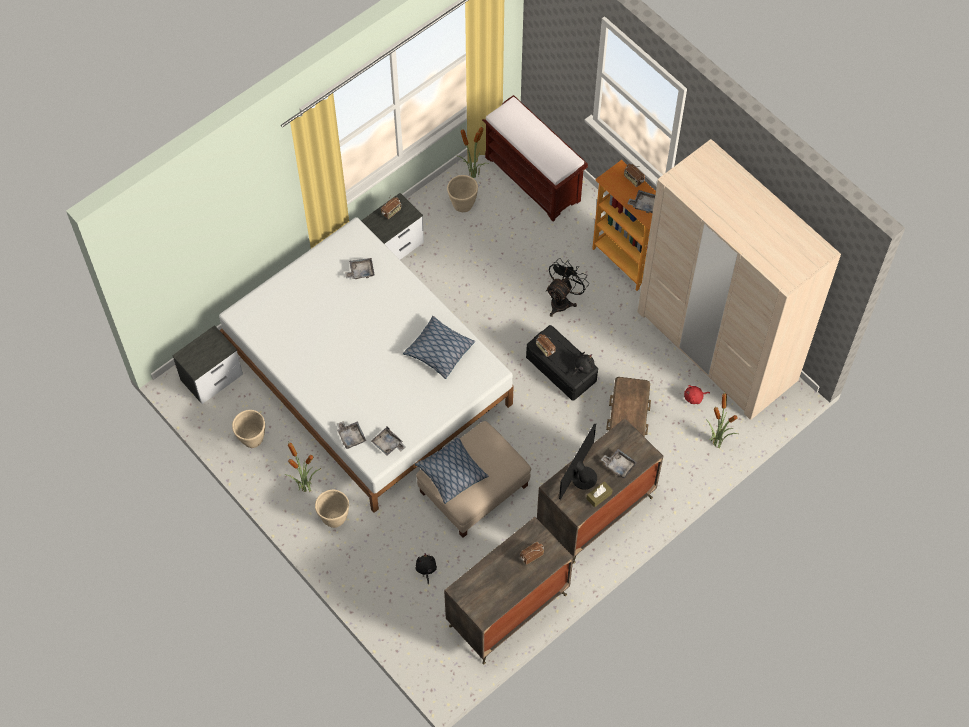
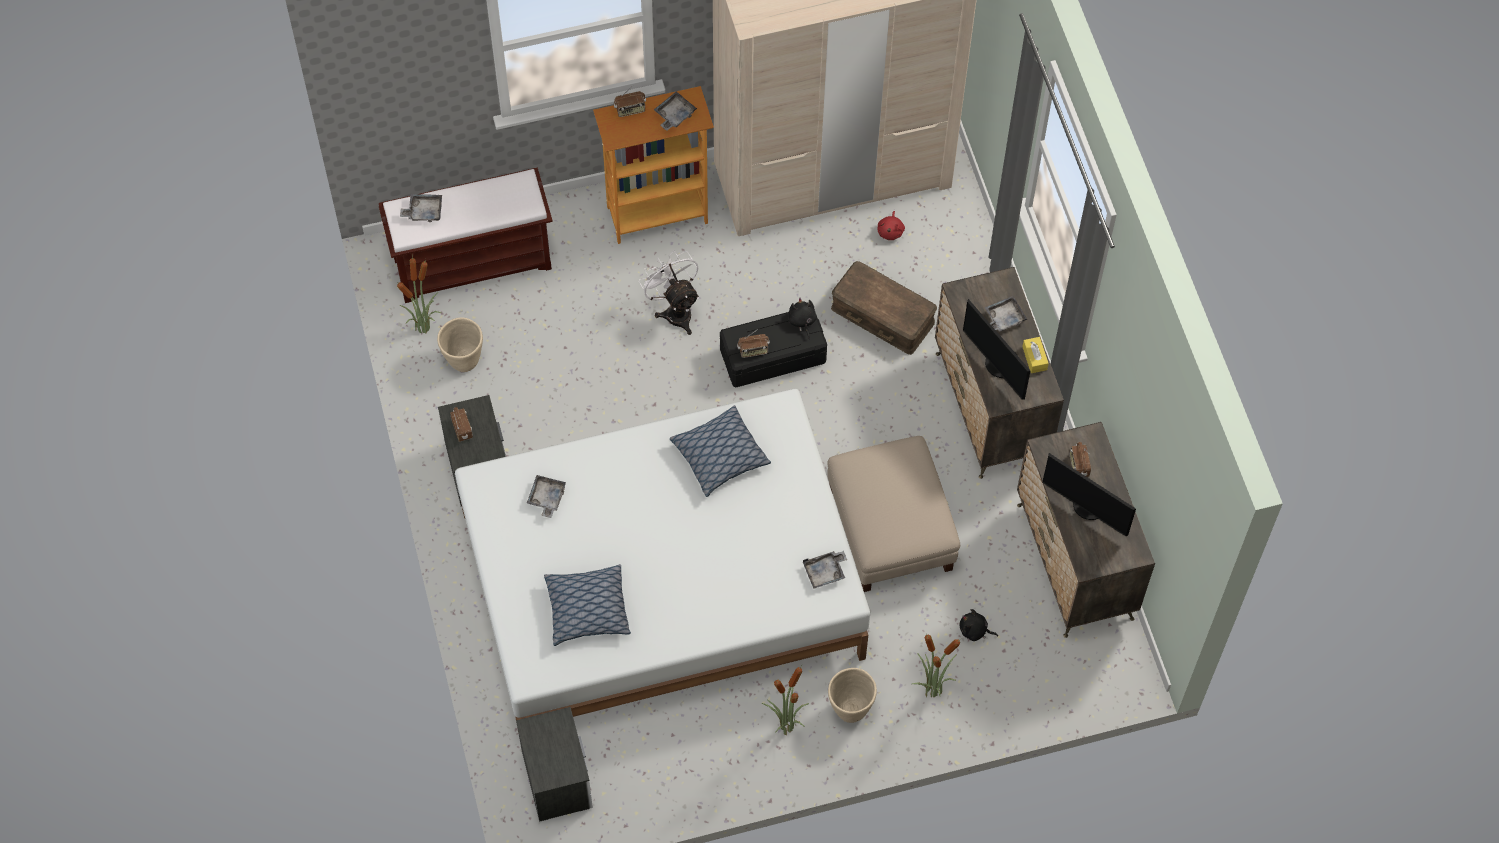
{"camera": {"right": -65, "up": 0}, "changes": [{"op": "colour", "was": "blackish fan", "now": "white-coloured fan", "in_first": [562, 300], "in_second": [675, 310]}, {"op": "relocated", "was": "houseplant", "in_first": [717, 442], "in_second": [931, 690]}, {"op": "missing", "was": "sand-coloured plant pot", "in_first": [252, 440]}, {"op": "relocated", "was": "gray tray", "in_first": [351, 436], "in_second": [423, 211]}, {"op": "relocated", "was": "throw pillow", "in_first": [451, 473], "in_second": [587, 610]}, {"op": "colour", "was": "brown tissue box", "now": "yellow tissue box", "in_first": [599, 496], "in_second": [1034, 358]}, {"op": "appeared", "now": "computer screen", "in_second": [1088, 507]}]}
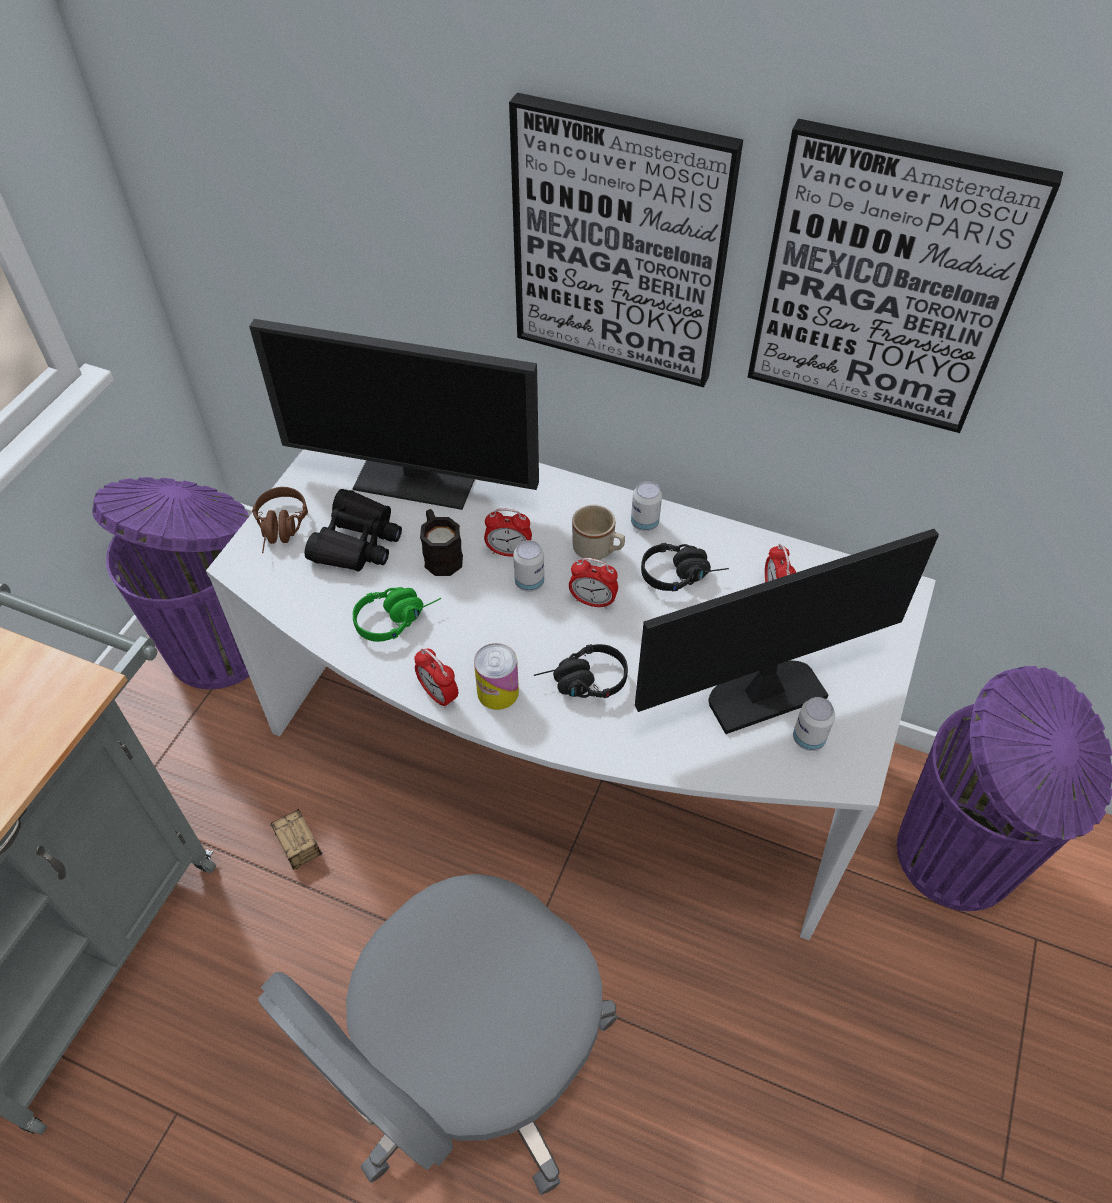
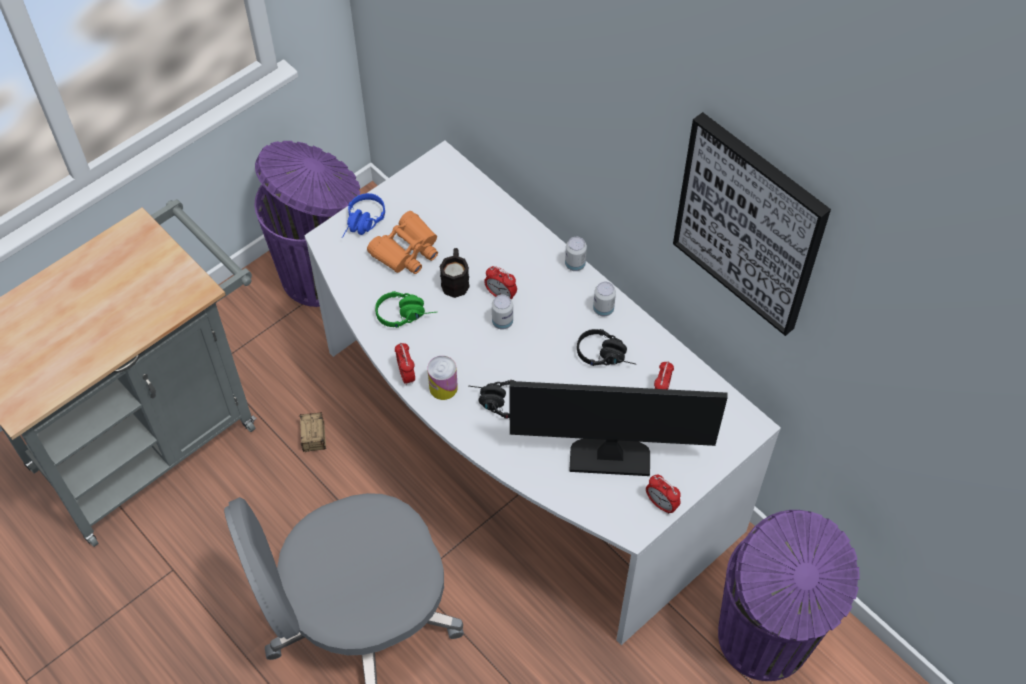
{"camera": {"right": 25, "up": 5}, "changes": [{"op": "missing", "was": "wall picture", "in_first": [620, 245]}, {"op": "missing", "was": "computer screen", "in_first": [419, 475]}, {"op": "colour", "was": "brown pair of headphones", "now": "blue pair of headphones", "in_first": [281, 530], "in_second": [363, 224]}, {"op": "colour", "was": "blackish field glasses", "now": "orange-coloured field glasses", "in_first": [357, 542], "in_second": [406, 251]}, {"op": "missing", "was": "sand-coloured tea mug", "in_first": [598, 550]}, {"op": "relocated", "was": "alarm clock", "in_first": [592, 601], "in_second": [661, 504]}, {"op": "relocated", "was": "metal can", "in_first": [808, 739], "in_second": [575, 264]}]}
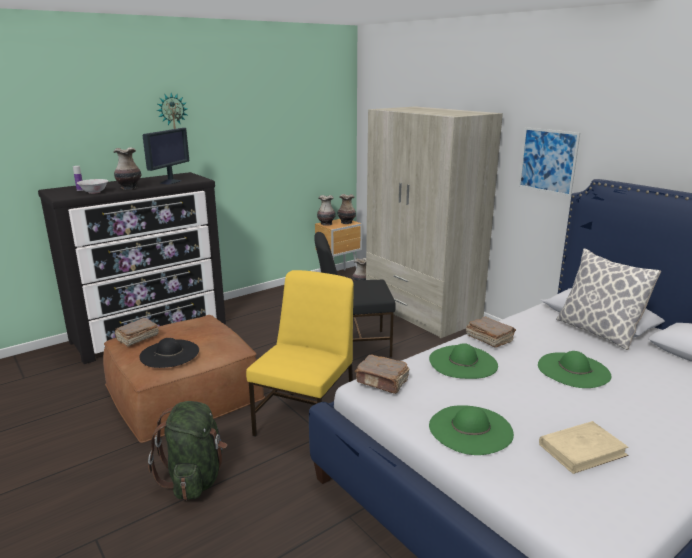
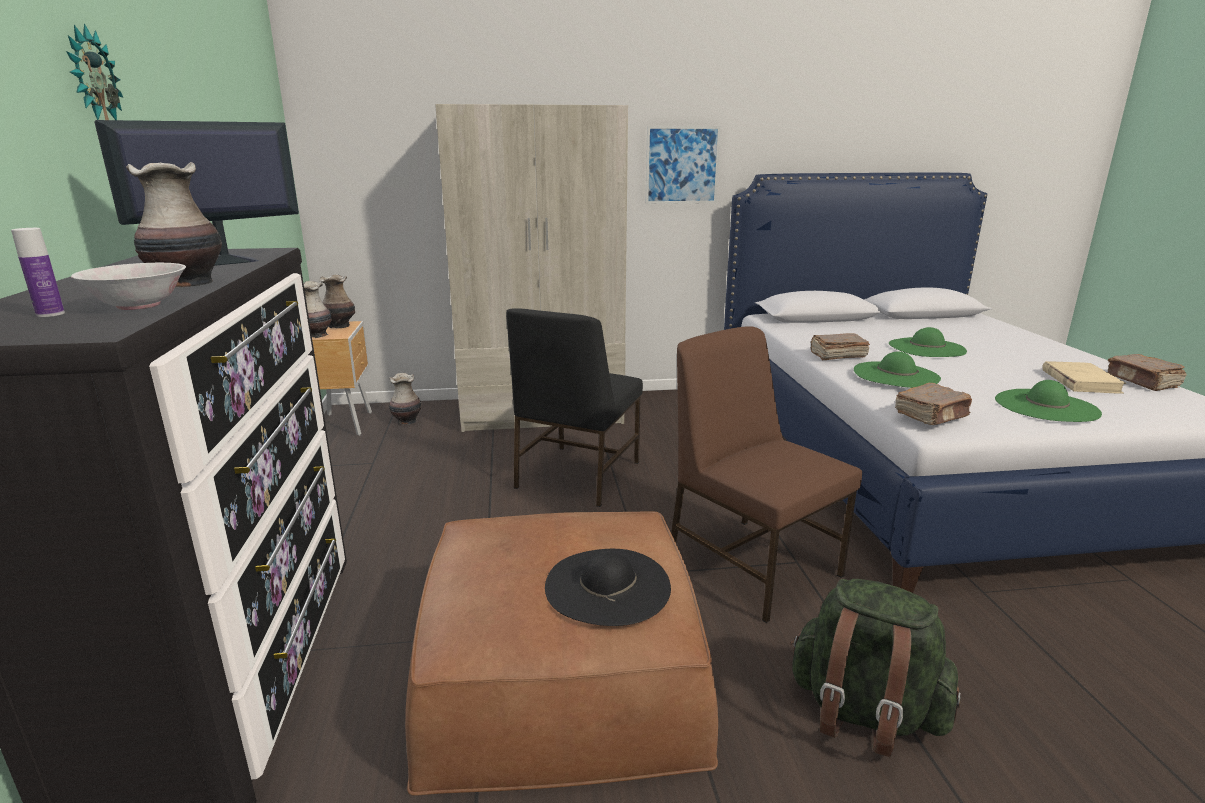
{"camera": {"right": -60, "up": 0}, "changes": [{"op": "spun", "was": "computer screen", "in_first": [171, 182], "in_second": [223, 262], "clockwise": -90}, {"op": "missing", "was": "throw pillow", "in_first": [597, 332]}, {"op": "colour", "was": "yellow plain chair", "now": "brown plain chair", "in_first": [307, 420], "in_second": [752, 564]}, {"op": "relocated", "was": "brown book", "in_first": [137, 338], "in_second": [1142, 382]}]}
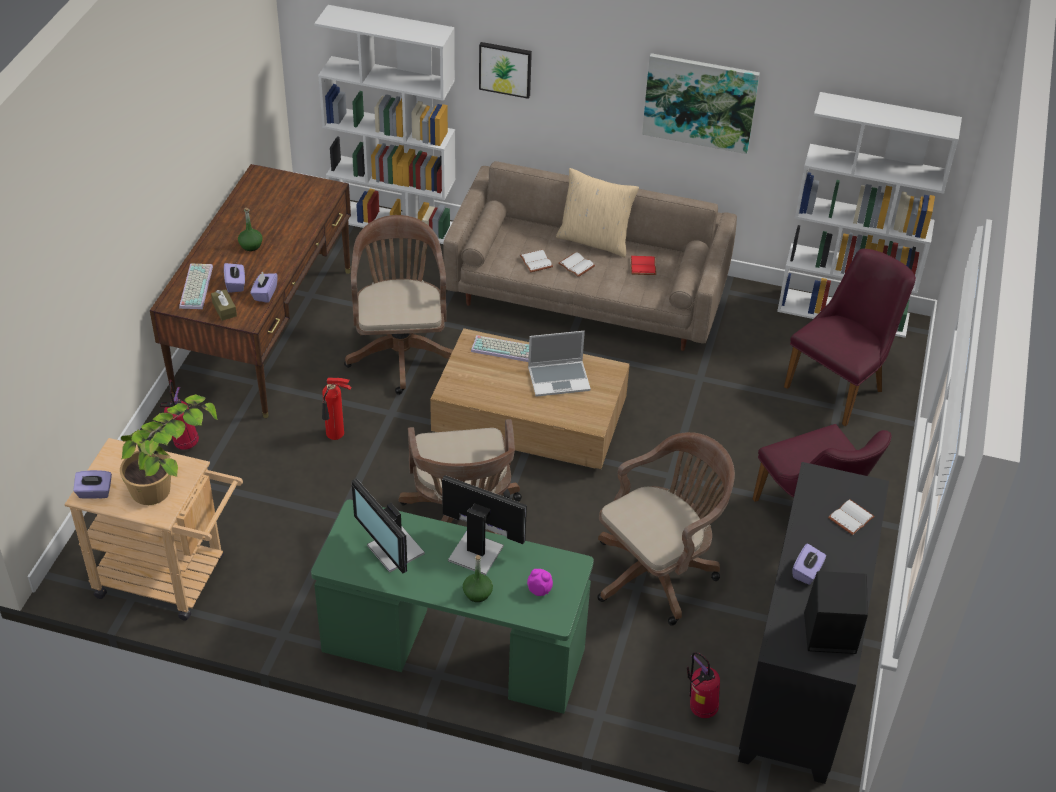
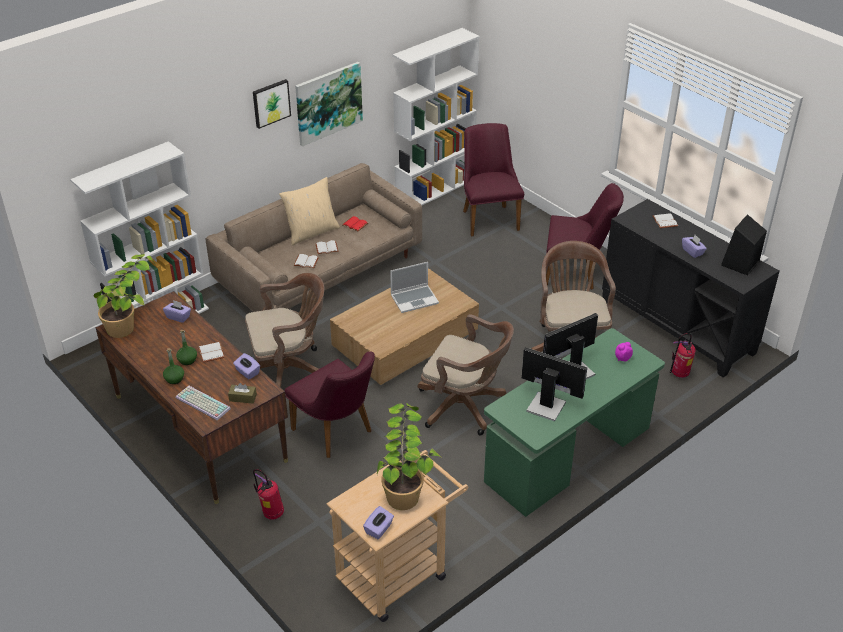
{"camera": {"right": -55, "up": -5}, "changes": [{"op": "relocated", "was": "wall picture", "in_first": [505, 69], "in_second": [271, 103]}, {"op": "spun", "was": "brown computer chair", "in_first": [401, 351], "in_second": [288, 370], "clockwise": 135}, {"op": "relocated", "was": "purple-coloured tissue box", "in_first": [235, 284], "in_second": [178, 317]}, {"op": "spun", "was": "portable computer", "in_first": [559, 379], "in_second": [414, 299], "clockwise": 45}, {"op": "missing", "was": "computer keyboard", "in_first": [505, 349]}, {"op": "exchanged", "was": "fire extinguisher", "now": "purple-coloured plain chair", "in_first": [336, 435], "in_second": [337, 433]}, {"op": "spun", "was": "computer screen", "in_first": [394, 551], "in_second": [546, 405], "clockwise": -150}, {"op": "relocated", "was": "green bottle", "in_first": [477, 593], "in_second": [174, 379]}, {"op": "appeared", "now": "houseplant", "in_second": [132, 322]}, {"op": "appeared", "now": "white-coloured book", "in_second": [212, 353]}]}
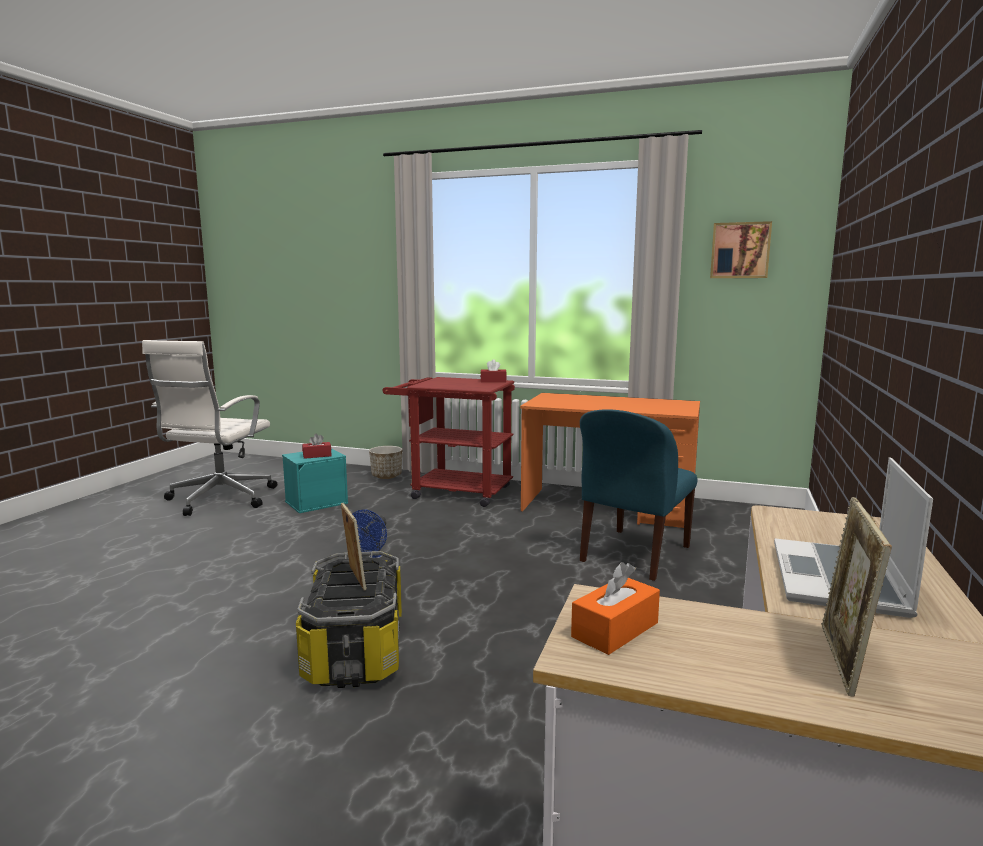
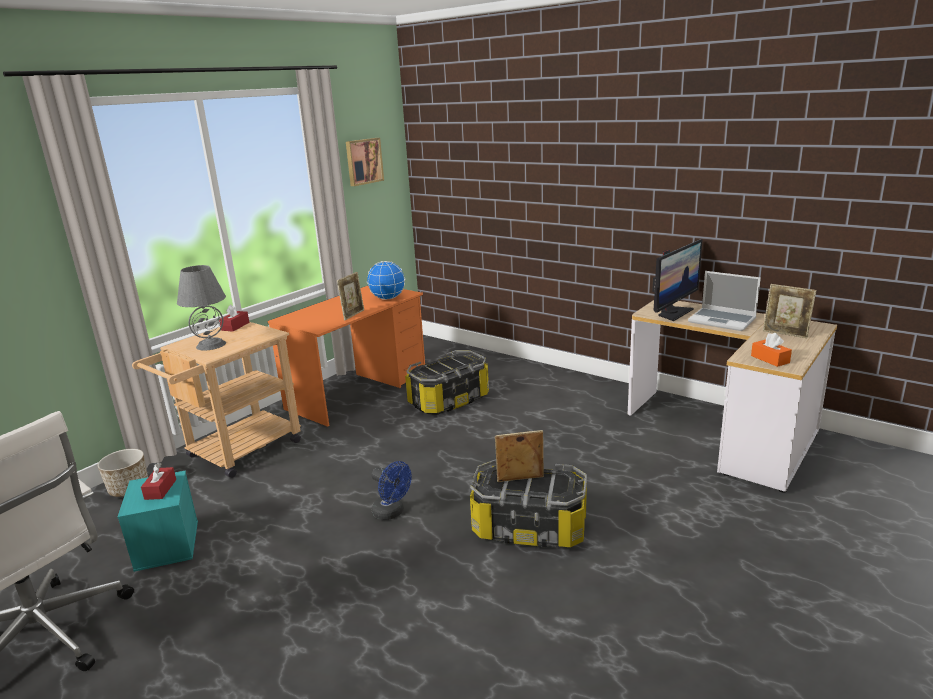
{"camera": {"right": -70, "up": 10}, "changes": [{"op": "colour", "was": "red-coloured trolley", "now": "sand-coloured trolley", "in_first": [452, 491], "in_second": [236, 453]}, {"op": "exchanged", "was": "blue plain chair", "now": "storage box", "in_first": [634, 555], "in_second": [449, 401]}, {"op": "appeared", "now": "computer screen", "in_second": [673, 313]}, {"op": "appeared", "now": "desk globe", "in_second": [387, 298]}, {"op": "appeared", "now": "gray lamp for a table", "in_second": [211, 345]}, {"op": "appeared", "now": "picture frame", "in_second": [353, 315]}]}
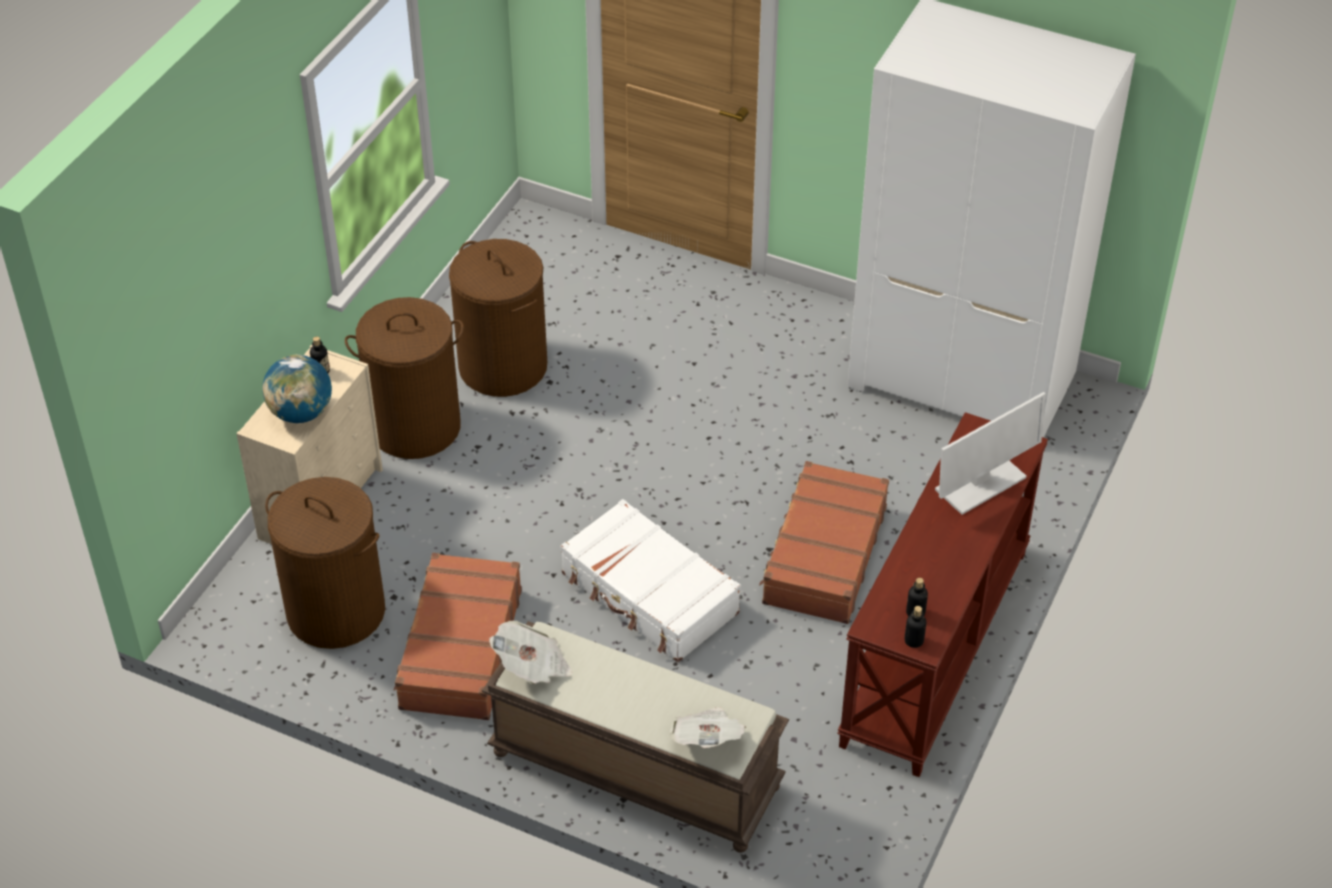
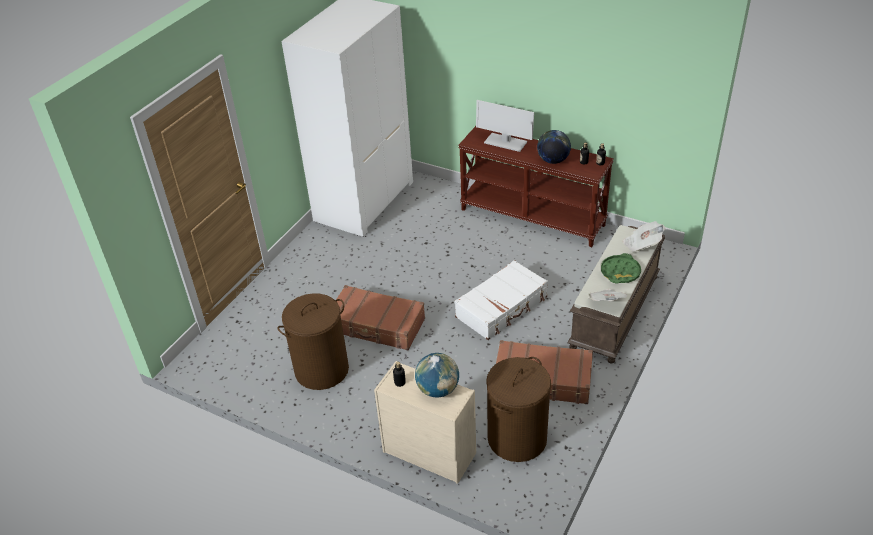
{"camera": {"right": -85, "up": -5}, "changes": [{"op": "missing", "was": "brown laundry basket", "in_first": [415, 427]}, {"op": "spun", "was": "computer screen", "in_first": [980, 484], "in_second": [505, 142], "clockwise": 150}, {"op": "relocated", "was": "brown suitcase", "in_first": [823, 555], "in_second": [376, 326]}, {"op": "appeared", "now": "desk globe", "in_second": [553, 161]}, {"op": "appeared", "now": "green tray", "in_second": [620, 272]}]}
